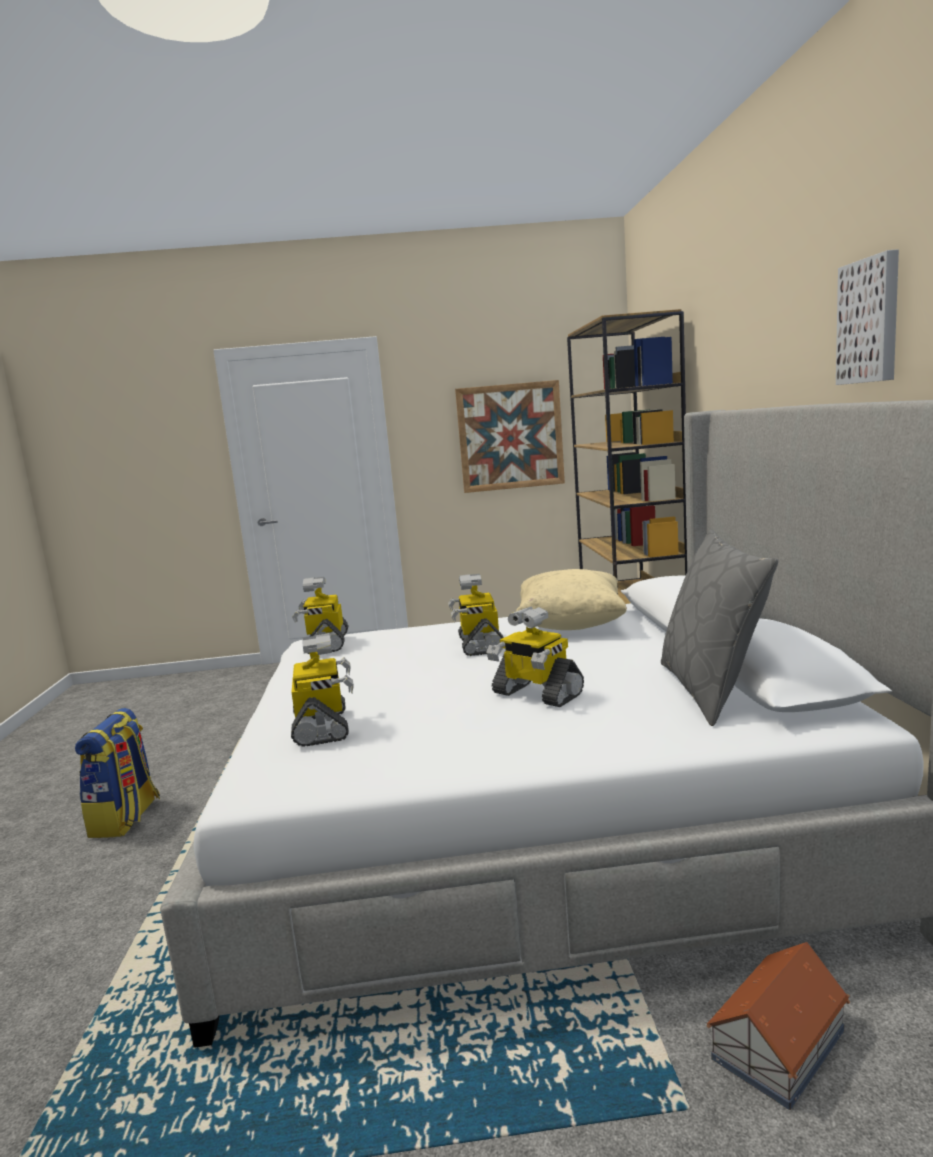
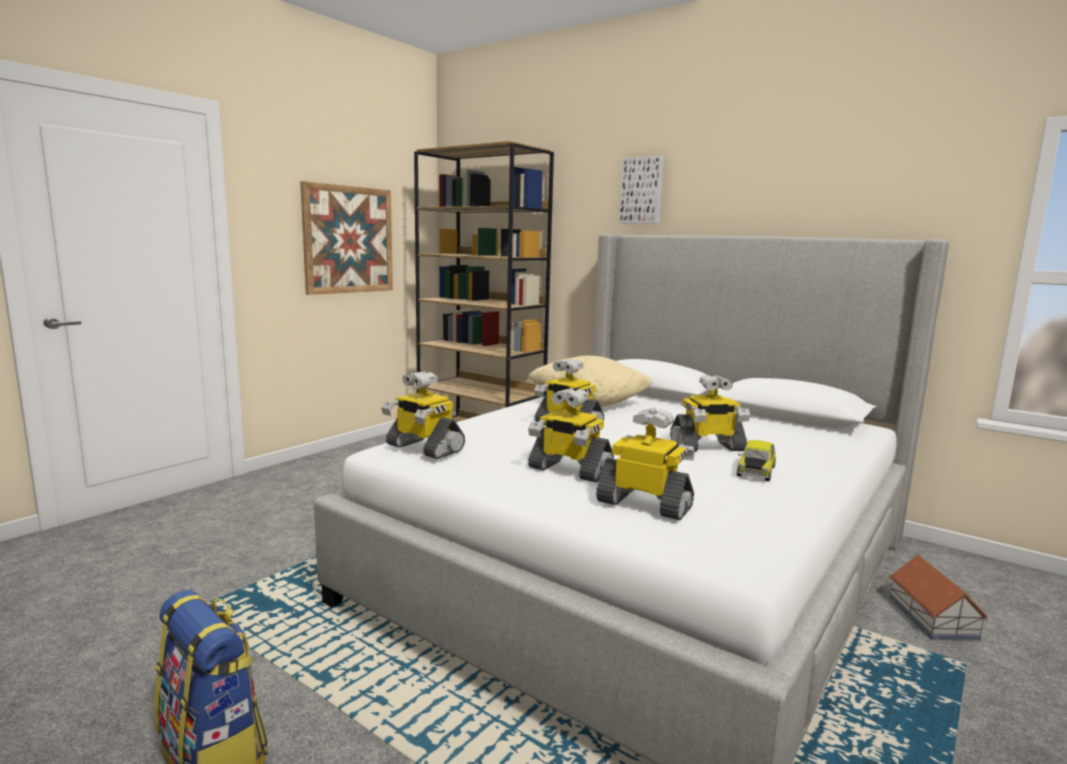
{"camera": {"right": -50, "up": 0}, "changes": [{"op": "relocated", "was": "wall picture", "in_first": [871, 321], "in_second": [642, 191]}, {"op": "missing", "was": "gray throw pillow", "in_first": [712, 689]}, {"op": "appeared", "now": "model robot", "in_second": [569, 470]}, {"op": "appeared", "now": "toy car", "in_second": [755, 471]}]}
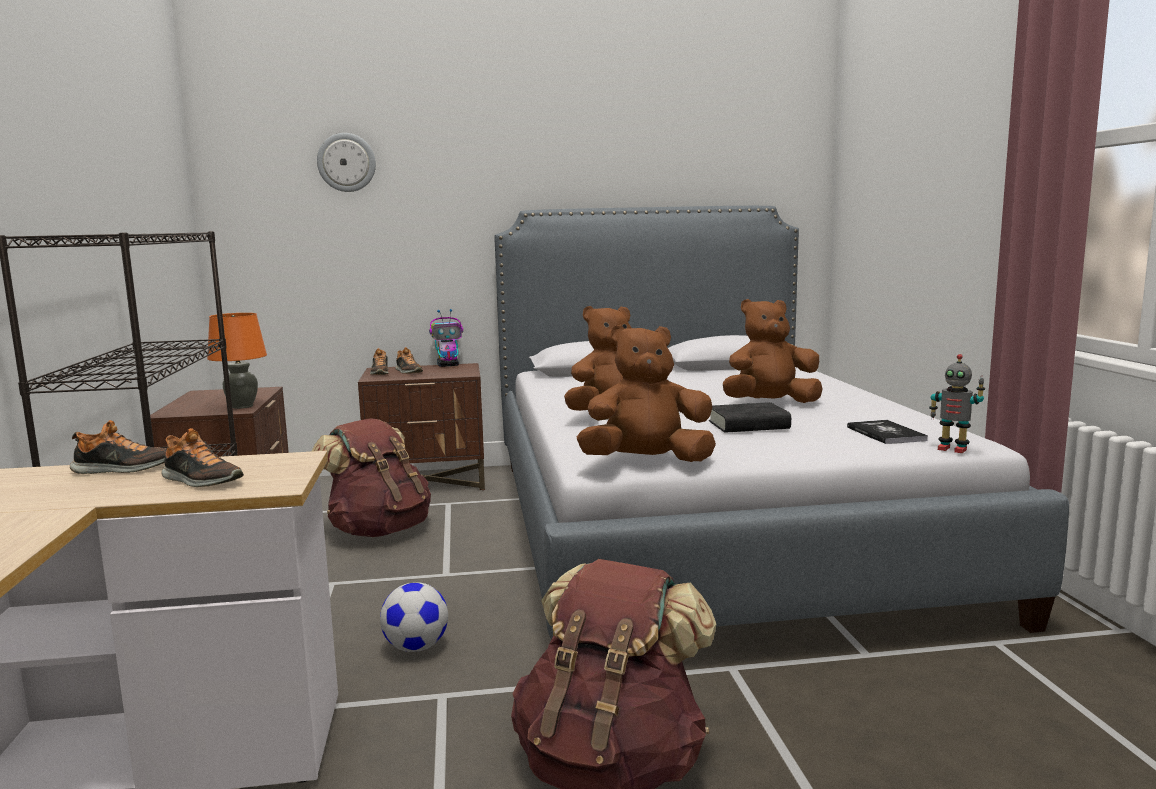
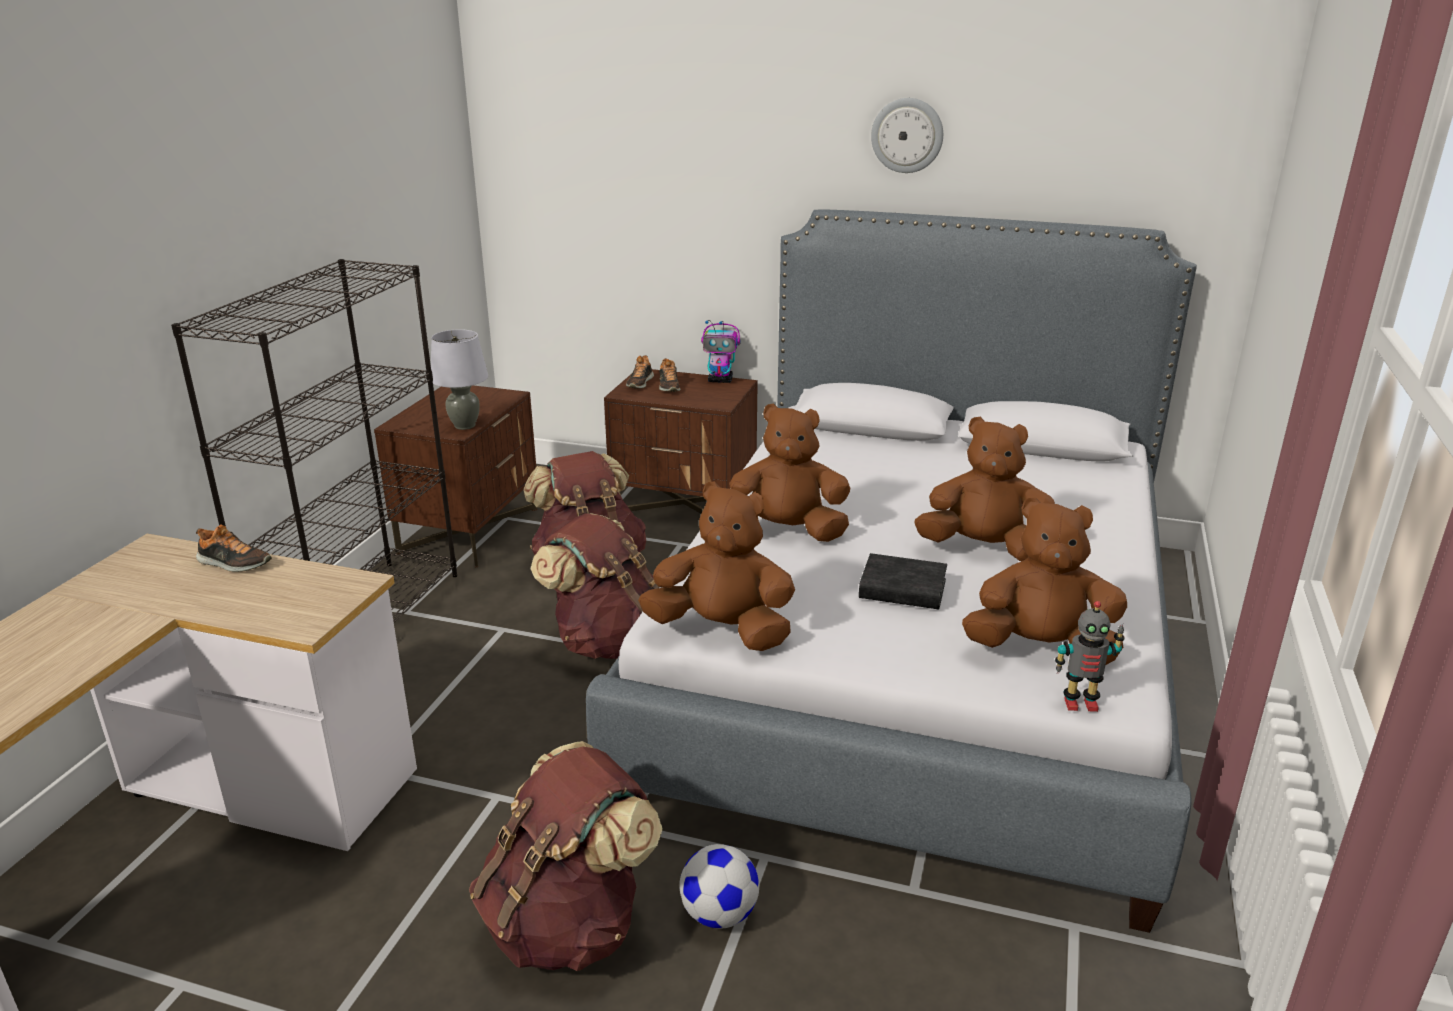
{"camera": {"right": 25, "up": 15}, "changes": [{"op": "relocated", "was": "hanging clock", "in_first": [346, 162], "in_second": [907, 135]}, {"op": "colour", "was": "orange-coloured lamp for a table", "now": "gray lamp for a table", "in_first": [242, 406], "in_second": [465, 426]}, {"op": "spun", "was": "model robot", "in_first": [952, 449], "in_second": [1080, 703], "clockwise": -60}, {"op": "exchanged", "was": "book", "now": "brown cuddly toy", "in_first": [885, 434], "in_second": [1040, 649]}, {"op": "missing", "was": "item of footwear", "in_first": [201, 481]}, {"op": "relocated", "was": "football ball", "in_first": [416, 647], "in_second": [719, 914]}, {"op": "appeared", "now": "brown knapsack", "in_second": [608, 641]}]}
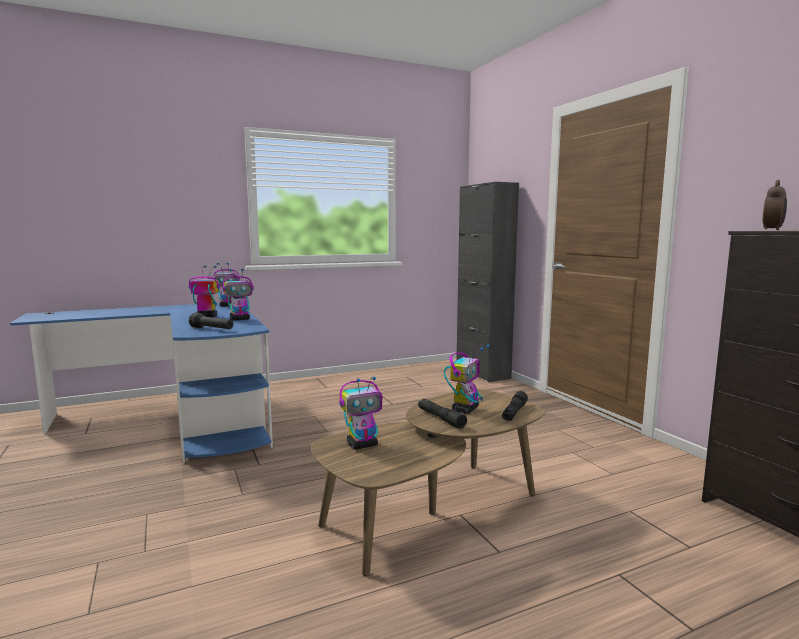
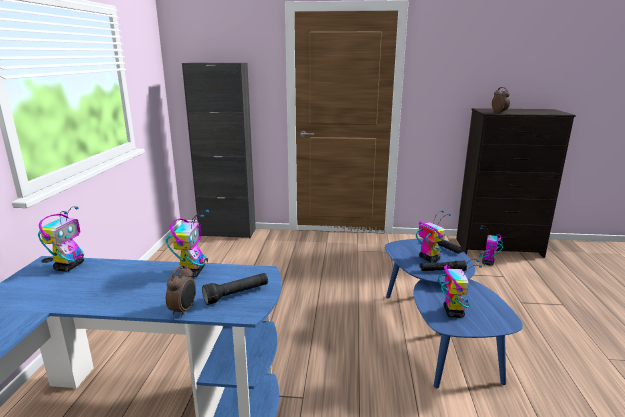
{"camera": {"right": -60, "up": 10}, "changes": [{"op": "relocated", "was": "model robot", "in_first": [206, 316], "in_second": [488, 262]}, {"op": "colour", "was": "brown coffee table", "now": "blue coffee table", "in_first": [433, 510], "in_second": [437, 332]}, {"op": "appeared", "now": "alarm clock", "in_second": [184, 310]}]}
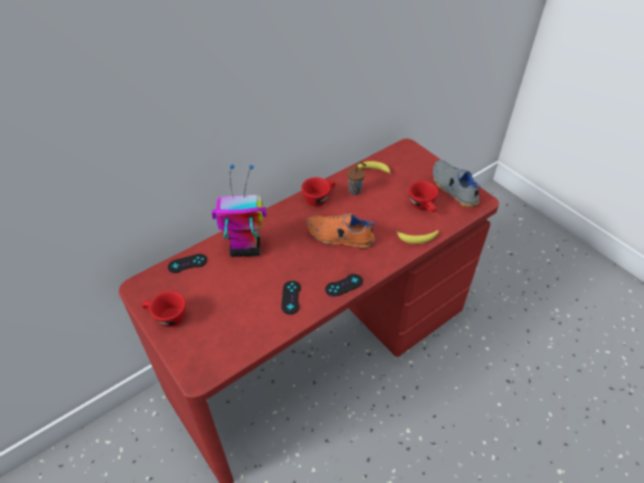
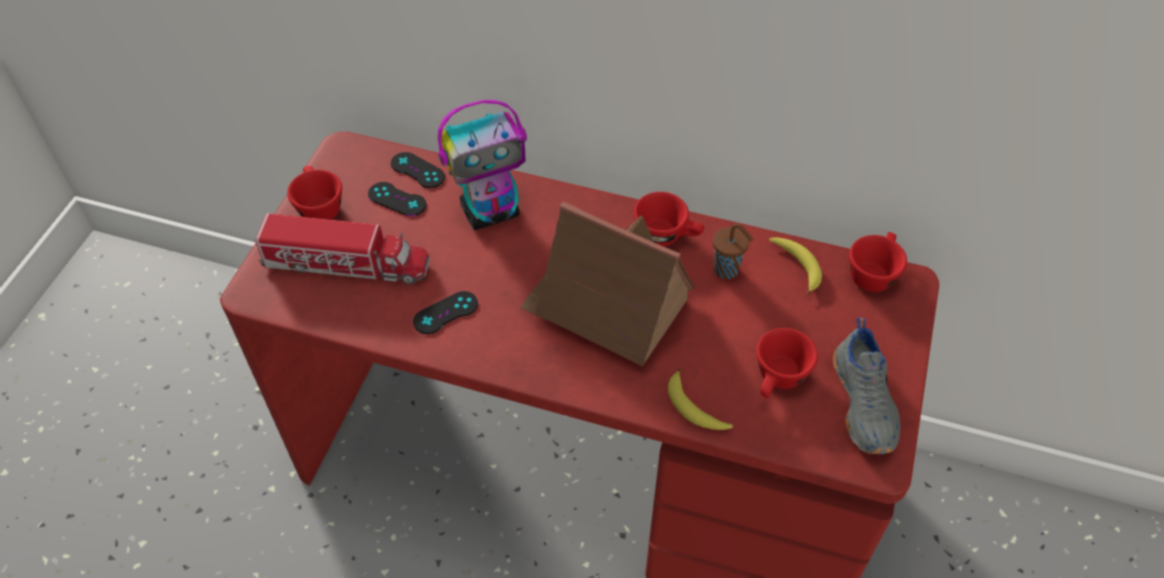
{"camera": {"right": 55, "up": 5}, "changes": [{"op": "spun", "was": "gray item of footwear", "in_first": [453, 189], "in_second": [865, 403], "clockwise": 150}, {"op": "spun", "was": "model robot", "in_first": [245, 249], "in_second": [491, 211], "clockwise": 105}, {"op": "exchanged", "was": "orange-coloured item of footwear", "now": "toy house", "in_first": [339, 237], "in_second": [607, 305]}, {"op": "relocated", "was": "blackish game controller", "in_first": [344, 285], "in_second": [397, 199]}, {"op": "appeared", "now": "toy truck", "in_second": [346, 264]}, {"op": "appeared", "now": "red-coloured small cup", "in_second": [872, 272]}]}
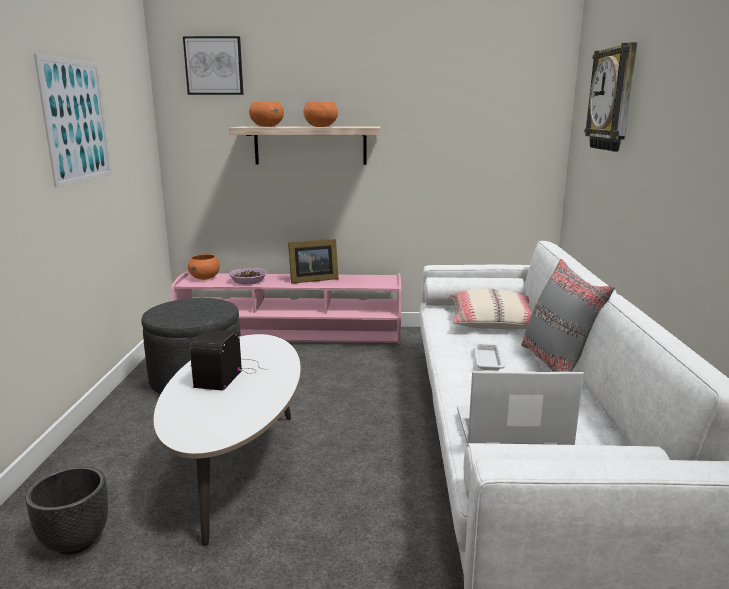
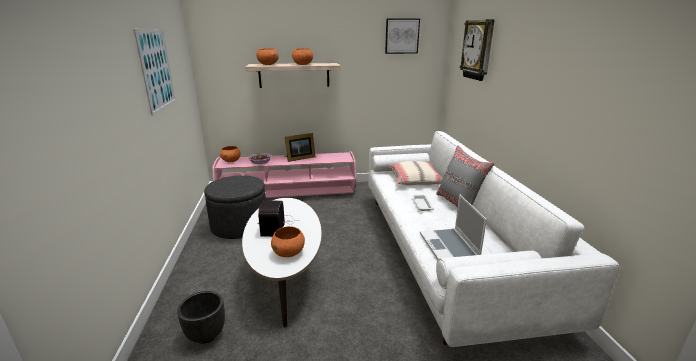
{"camera": {"right": -10, "up": 5}, "changes": [{"op": "relocated", "was": "wall picture", "in_first": [214, 66], "in_second": [401, 36]}, {"op": "spun", "was": "portable computer", "in_first": [510, 432], "in_second": [449, 247], "clockwise": -90}, {"op": "appeared", "now": "orange-coloured bowl", "in_second": [289, 253]}]}
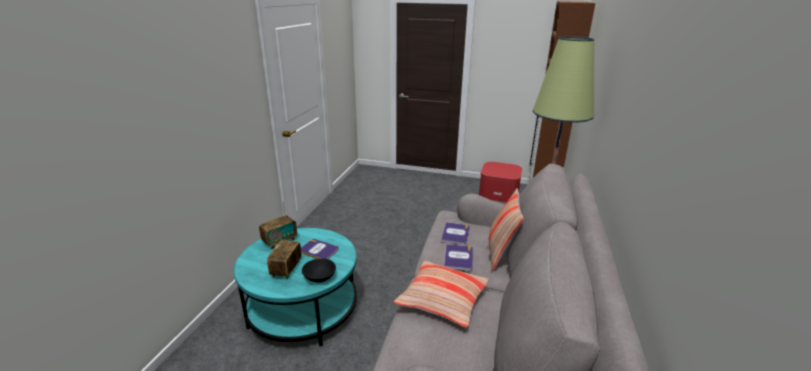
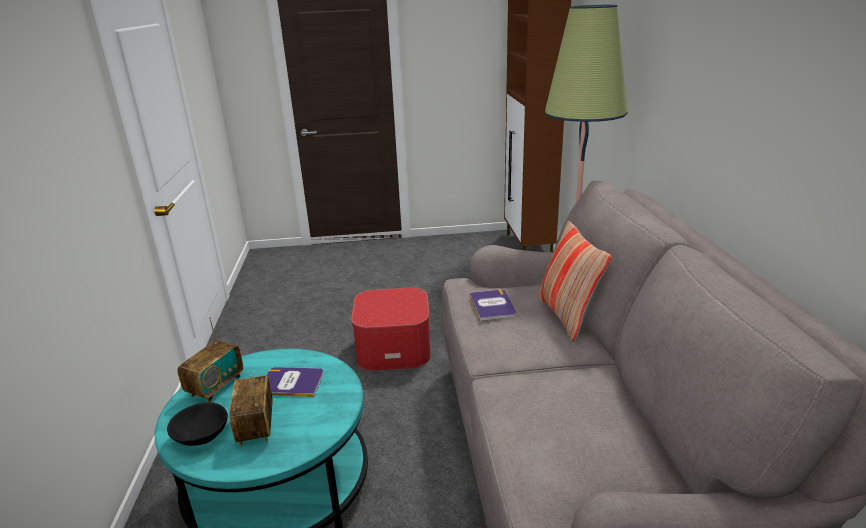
{"camera": {"right": -20, "up": 0}, "changes": [{"op": "relocated", "was": "ottoman", "in_first": [499, 192], "in_second": [394, 348]}, {"op": "missing", "was": "book", "in_first": [458, 258]}, {"op": "relocated", "was": "blackish bowl", "in_first": [319, 277], "in_second": [201, 436]}, {"op": "missing", "was": "throw pillow", "in_first": [442, 299]}]}
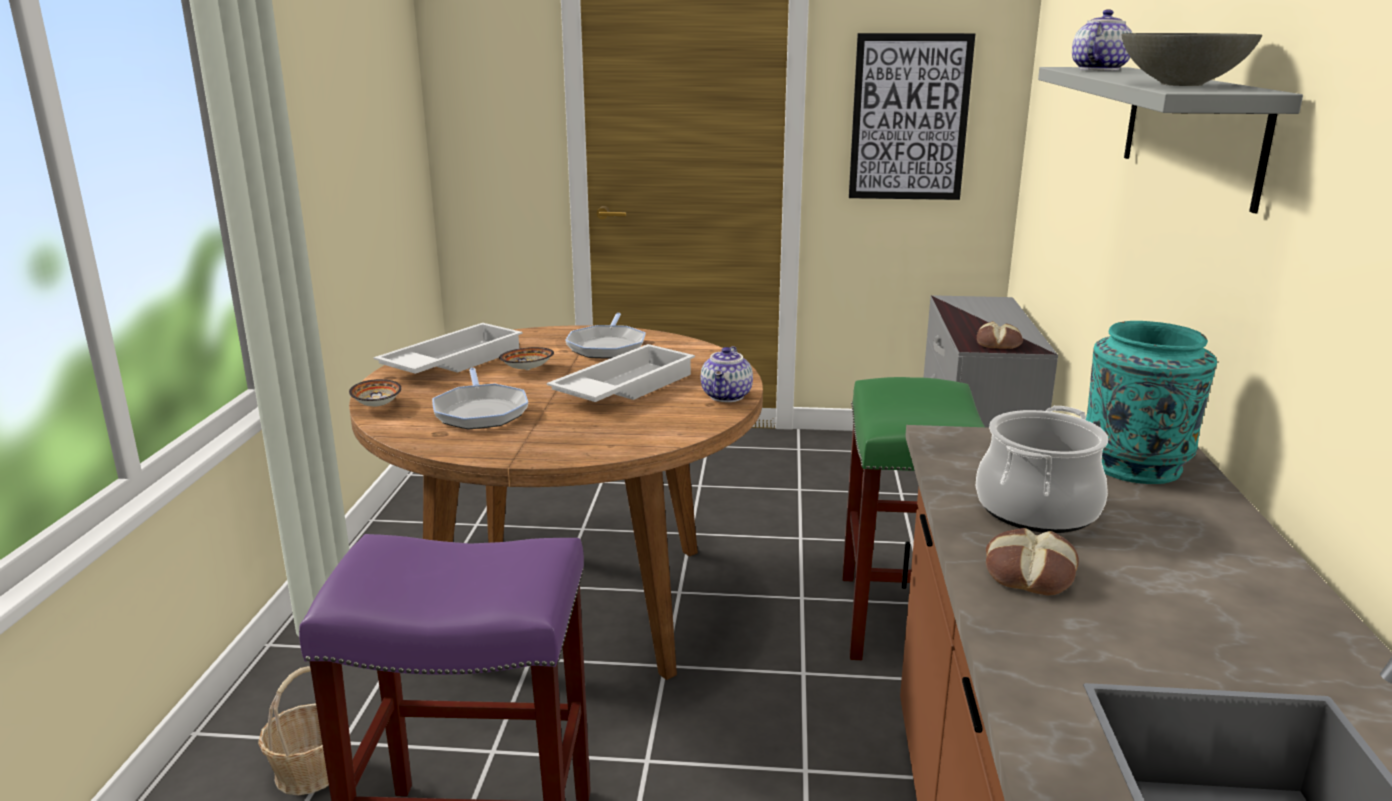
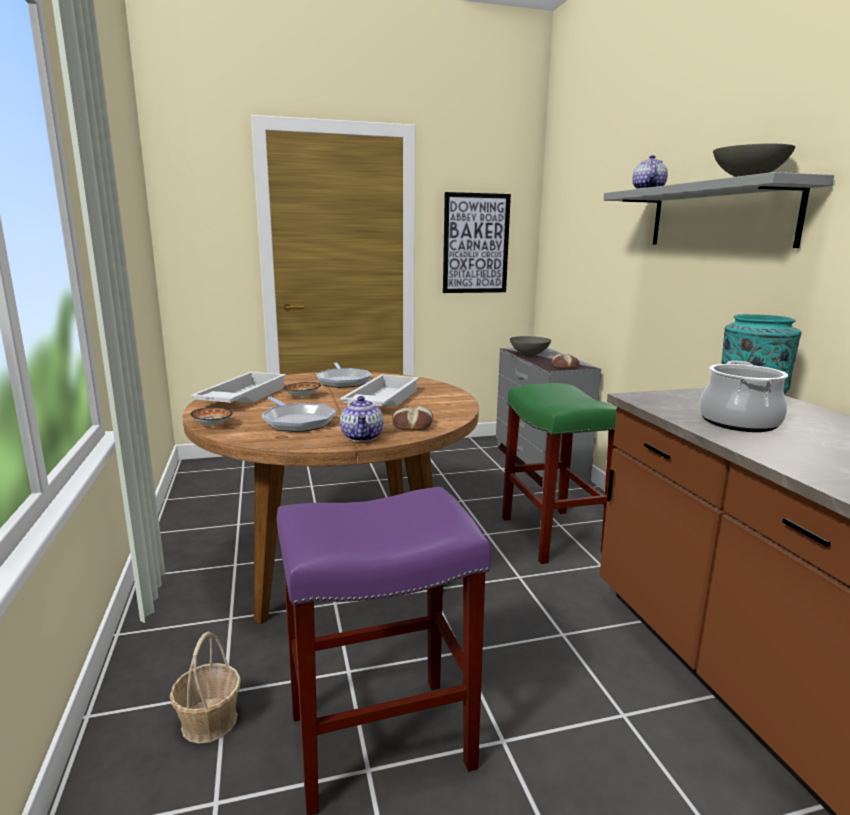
{"camera": {"right": -20, "up": -5}, "changes": [{"op": "relocated", "was": "teapot", "in_first": [727, 396], "in_second": [363, 437]}, {"op": "relocated", "was": "baked bread", "in_first": [1028, 573], "in_second": [412, 425]}, {"op": "appeared", "now": "gray bowl", "in_second": [529, 354]}]}
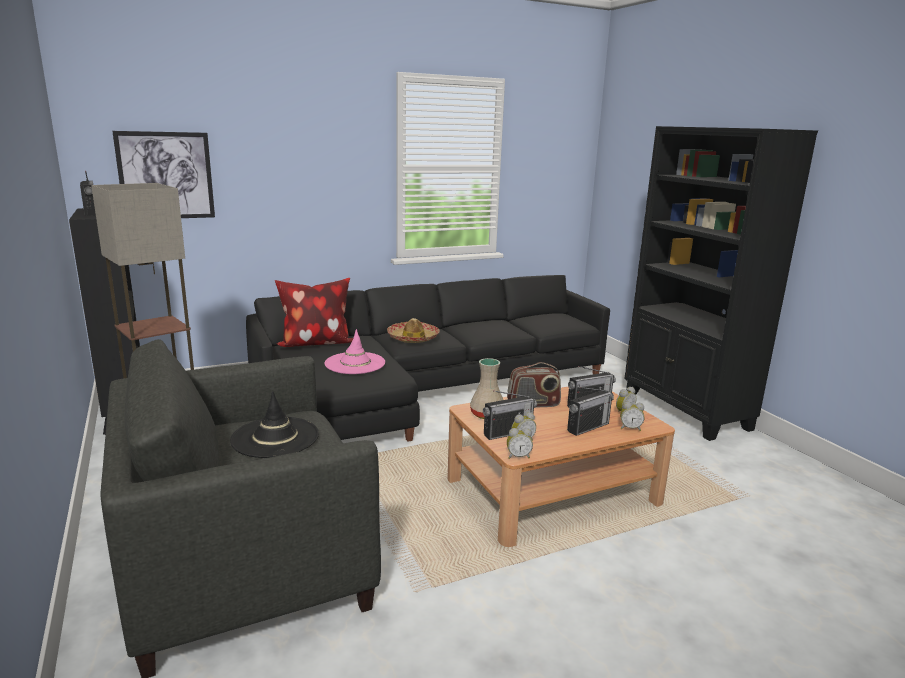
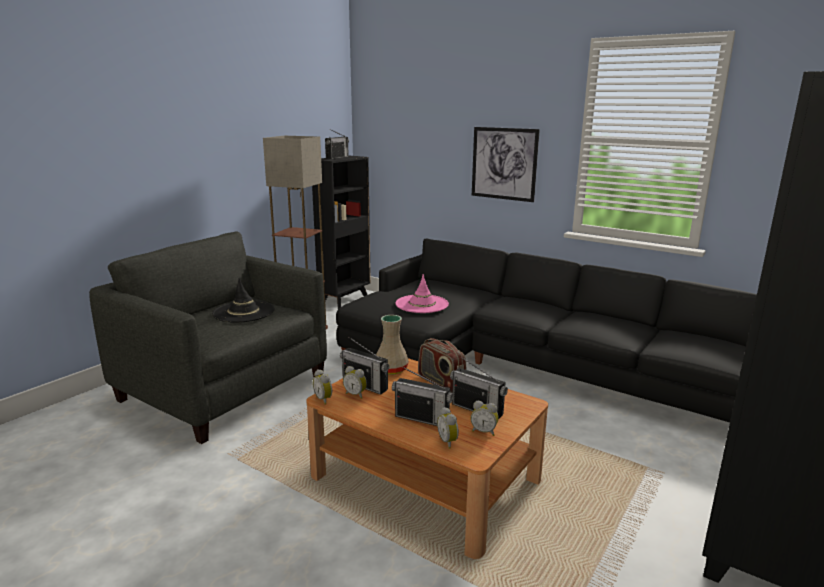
{"camera": {"right": 60, "up": 0}, "changes": [{"op": "relocated", "was": "wall picture", "in_first": [166, 176], "in_second": [504, 163]}, {"op": "missing", "was": "throw pillow", "in_first": [315, 344]}, {"op": "missing", "was": "wearable hat", "in_first": [413, 338]}]}
